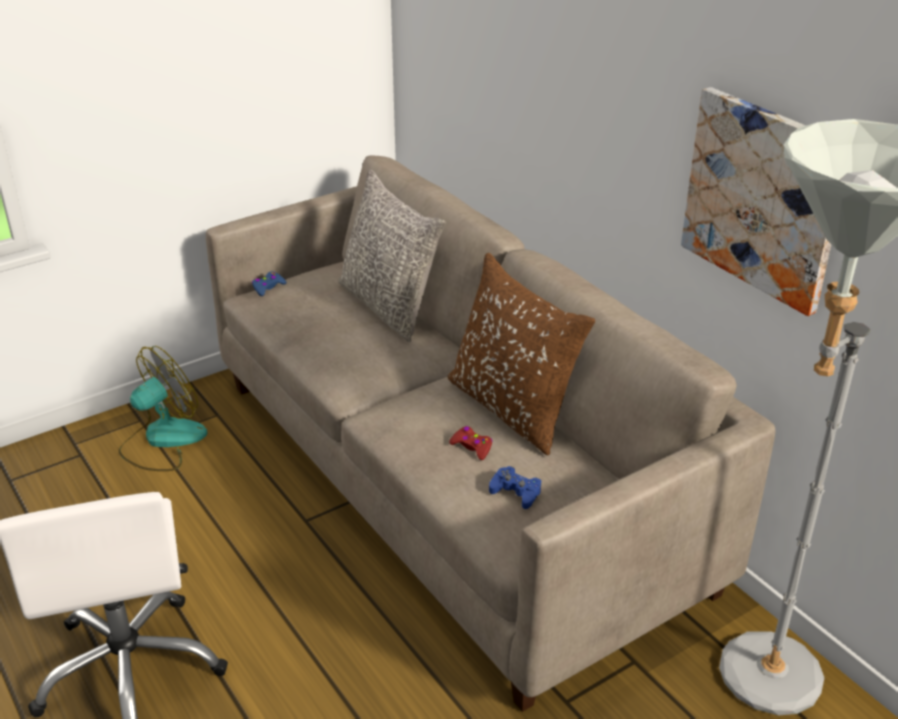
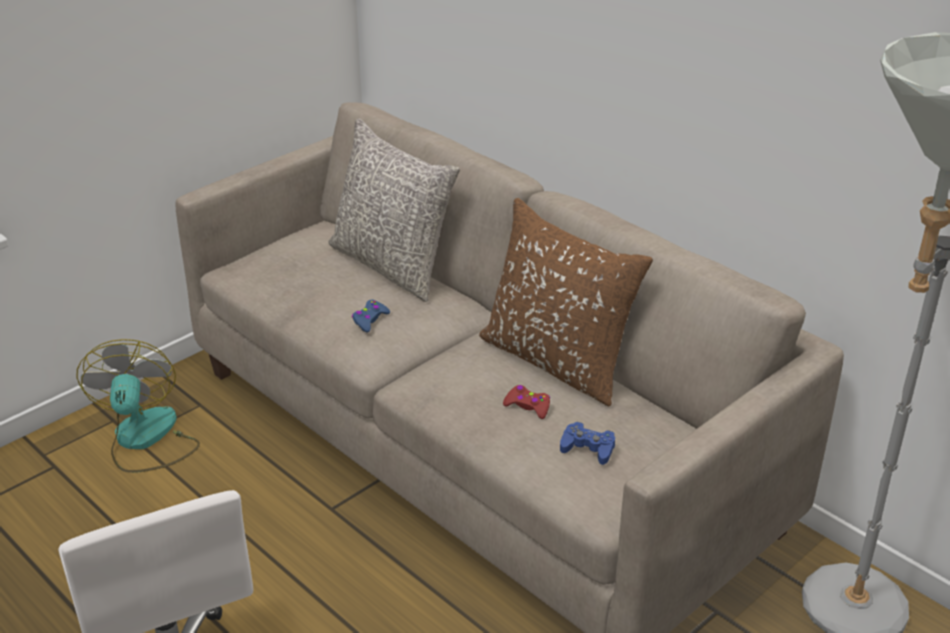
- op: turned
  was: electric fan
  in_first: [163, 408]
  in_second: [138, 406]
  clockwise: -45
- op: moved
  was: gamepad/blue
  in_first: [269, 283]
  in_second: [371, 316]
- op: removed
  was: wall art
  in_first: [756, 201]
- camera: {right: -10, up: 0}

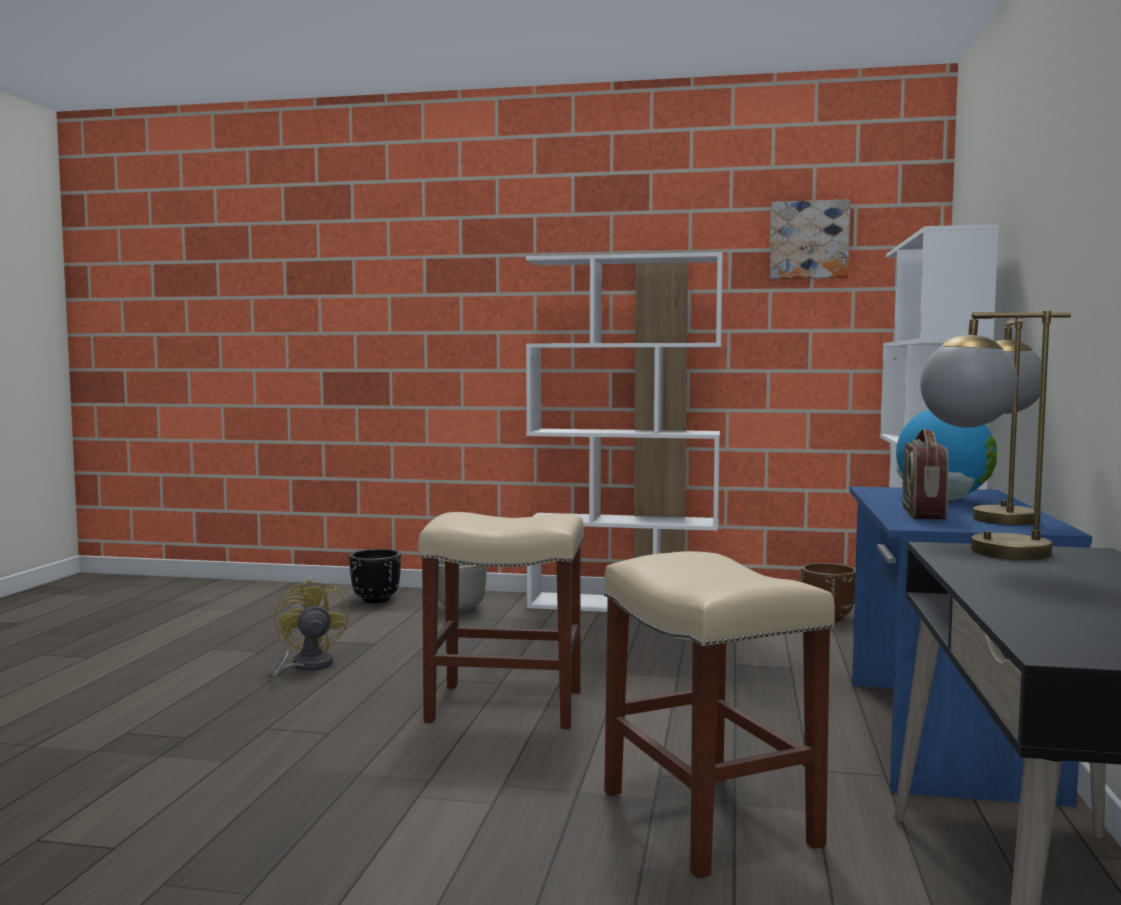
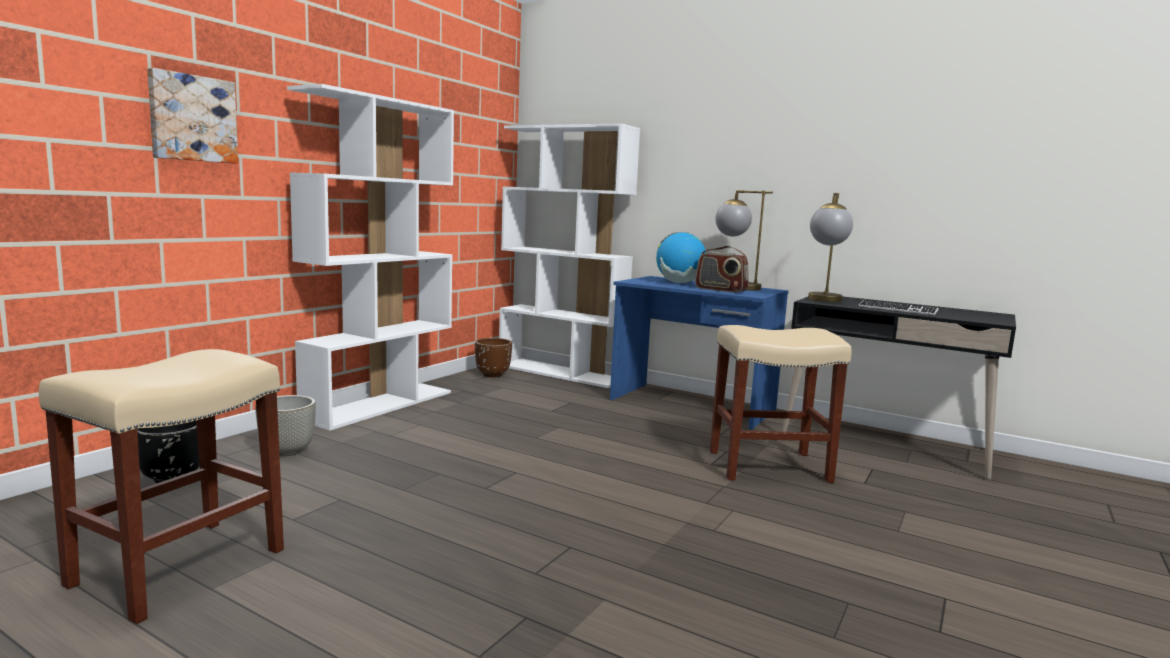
- op: removed
  was: electric fan/yellow-coloured
  in_first: [308, 632]
- op: moved
  was: stool seat/beige-coloured
  in_first: [501, 620]
  in_second: [161, 486]
- op: moved
  was: wall art
  in_first: [810, 239]
  in_second: [192, 116]
- op: added
  now: keyboard
  in_second: [899, 307]
- camera: {right: -70, up: 5}

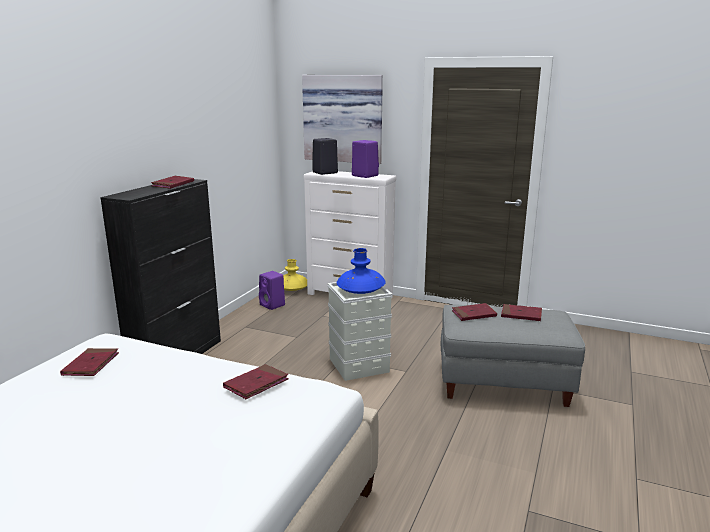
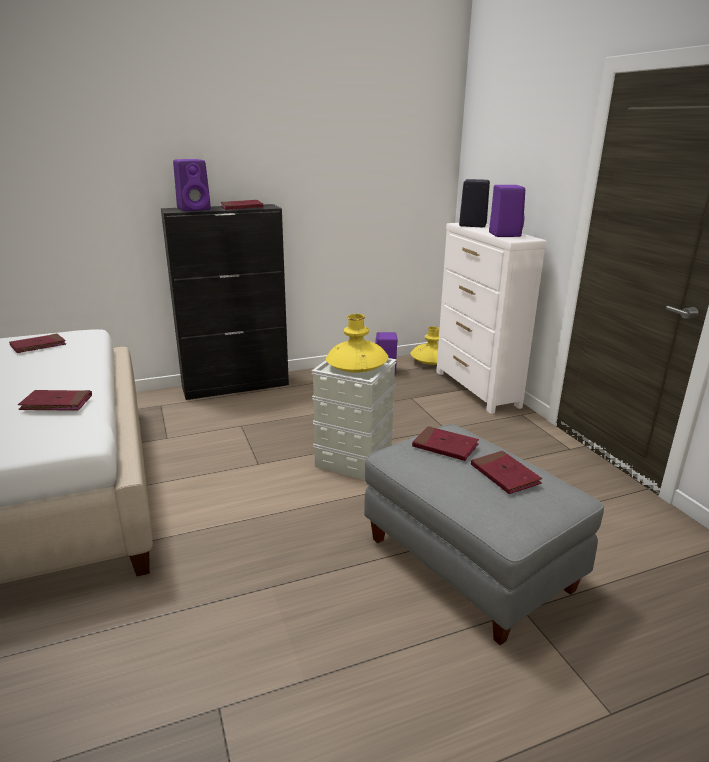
- op: removed
  was: wall art
  in_first: [342, 119]
- op: recoloured
  was: decorative vase/blue
  now: decorative vase/yellow-coloured
  in_first: [361, 271]
  in_second: [357, 343]
- op: added
  now: speaker/purple-coloured
  in_second: [192, 185]
- camera: {right: 45, up: 5}

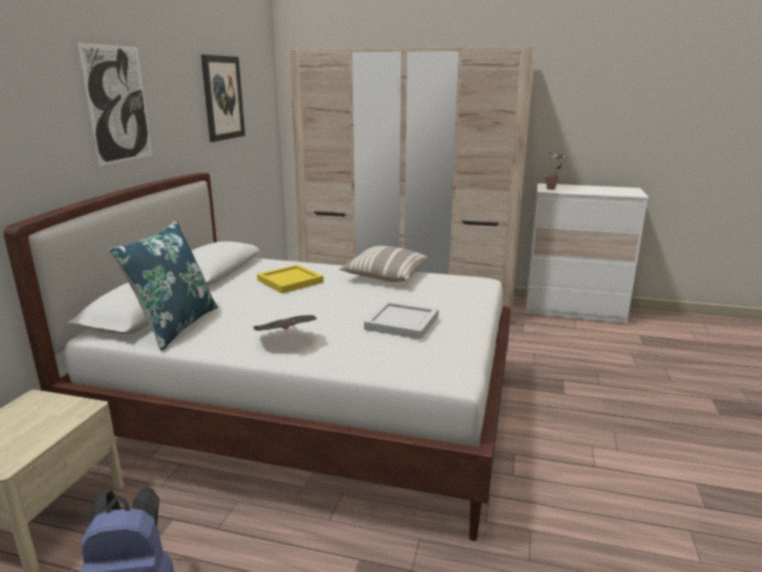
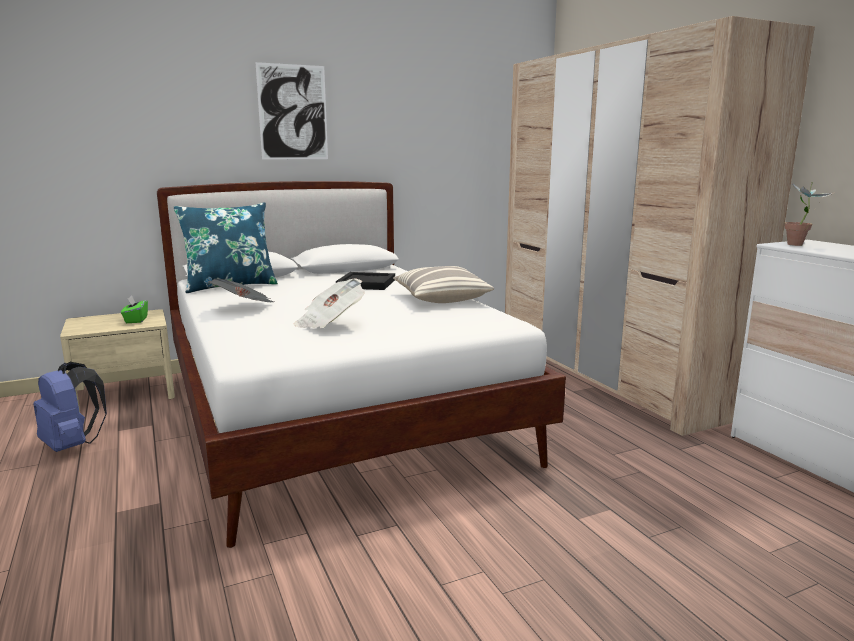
- op: removed
  was: wall art
  in_first: [223, 98]
- op: recoloured
  was: tray/yellow-coloured
  now: tray/black
  in_first: [290, 278]
  in_second: [365, 281]
- op: replaced
  was: tray/white-coloured
  now: newspaper
  in_first: [401, 320]
  in_second: [329, 303]
- op: added
  now: tissue holder/green
  in_second: [134, 309]
- camera: {right: 50, up: -5}

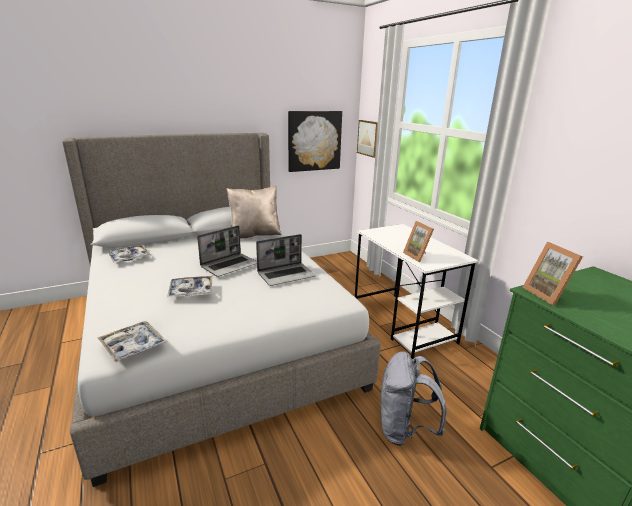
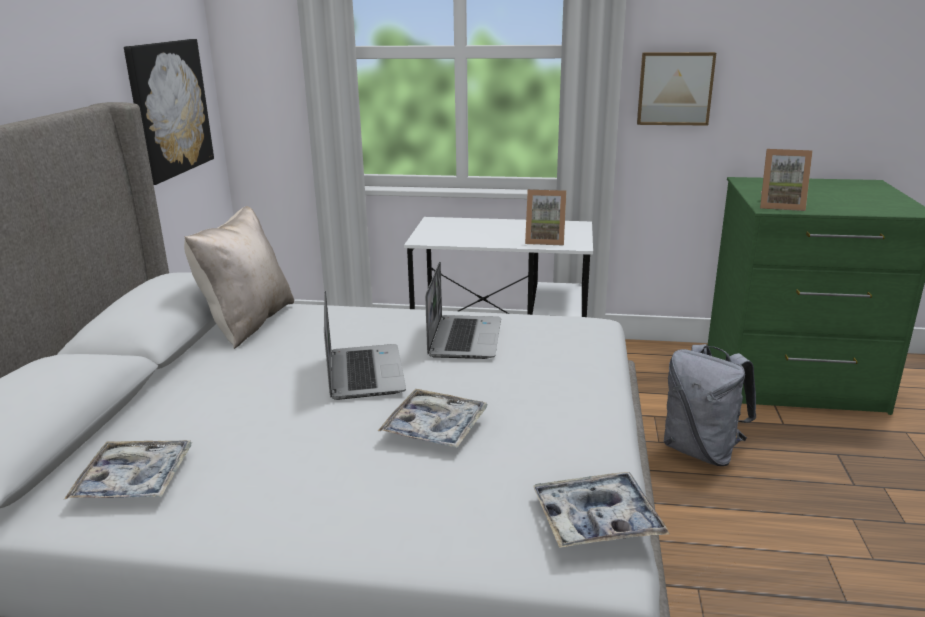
- op: moved
  was: wall art
  in_first: [367, 139]
  in_second: [676, 89]
- camera: {right: -55, up: 0}

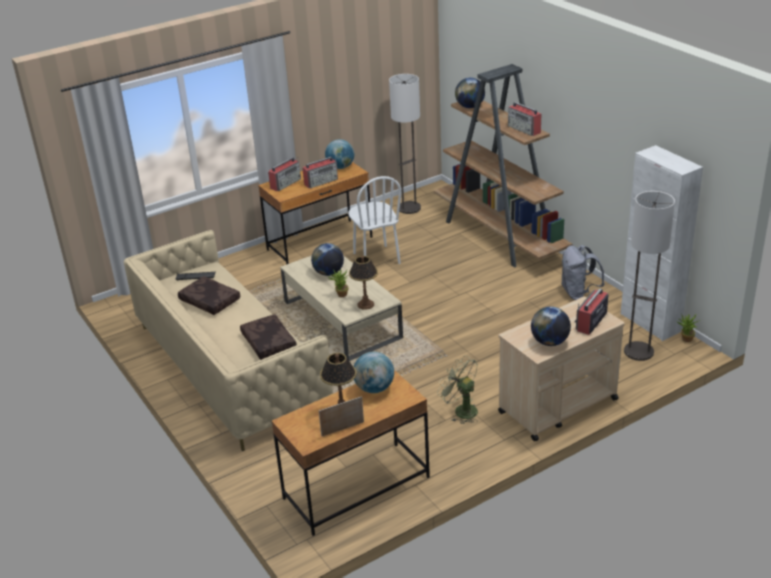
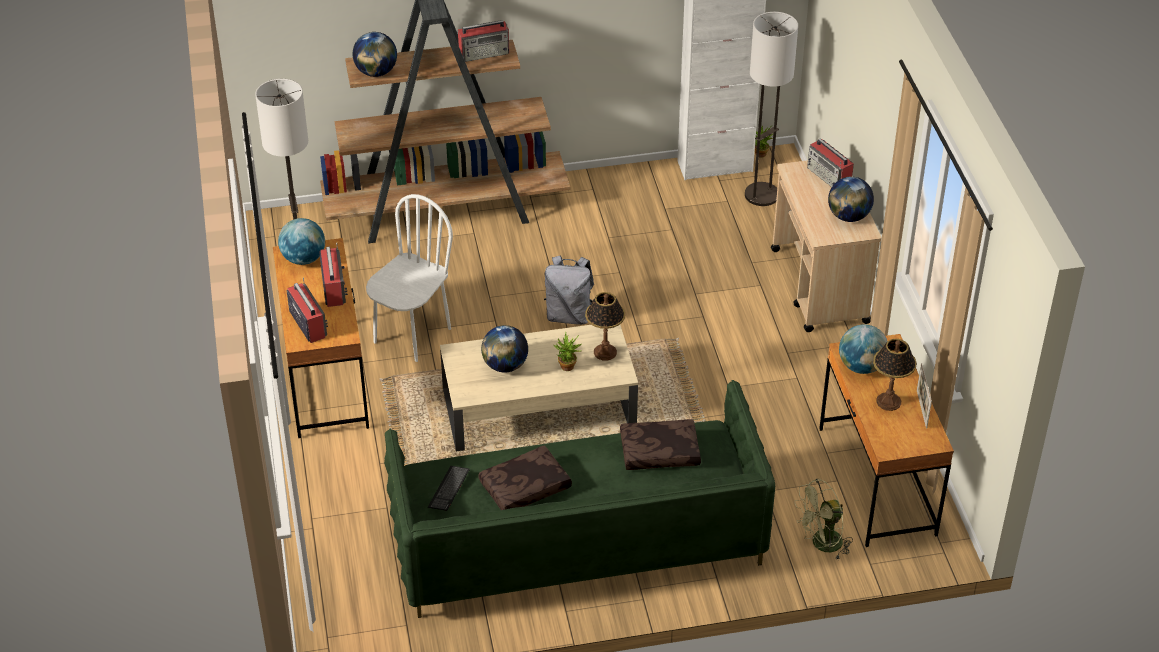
- op: recoloured
  was: sofa/beige-coloured
  now: sofa/green
  in_first: [228, 340]
  in_second: [579, 499]
- op: turned
  was: plain chair/white-coloured
  in_first: [375, 220]
  in_second: [409, 278]
  clockwise: -60
- op: moved
  was: electric fan/green
  in_first: [457, 389]
  in_second: [823, 519]
- op: moved
  was: rucksack/grey
  in_first: [583, 272]
  in_second: [569, 290]
- camera: {right: -70, up: 10}

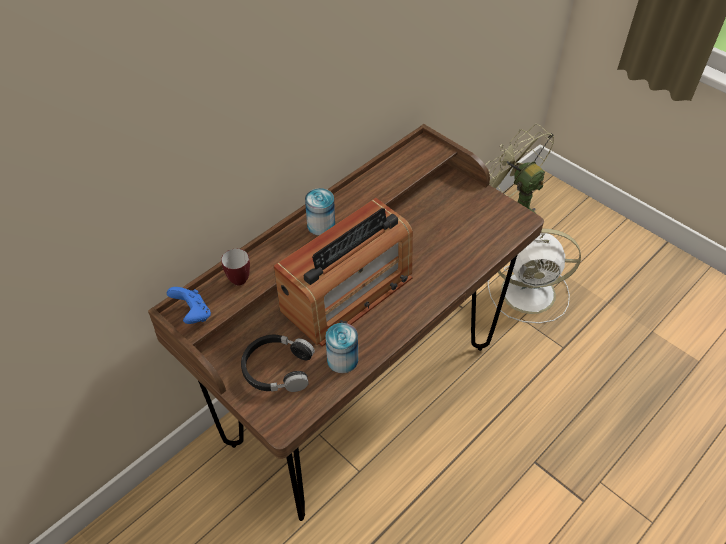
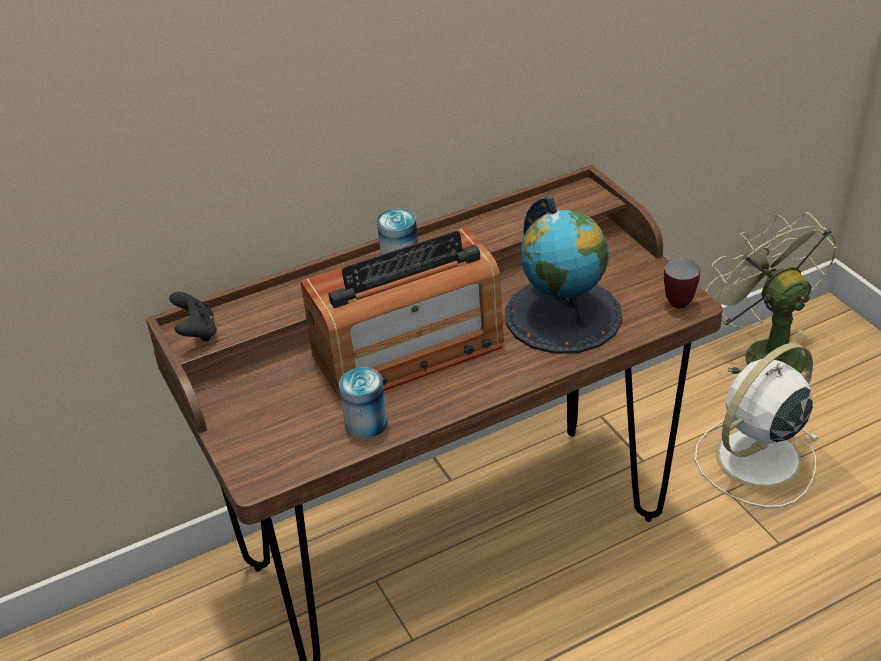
- op: recoloured
  was: gamepad/blue
  now: gamepad/black
  in_first: [189, 305]
  in_second: [193, 317]
- op: moved
  was: mug
  in_first: [235, 267]
  in_second: [682, 284]
- op: removed
  was: headset/black
  in_first: [278, 363]
- op: turned
  was: electric fan/white-coloured
  in_first: [534, 276]
  in_second: [757, 425]
  clockwise: 120
- op: added
  now: world globe
  in_second: [563, 275]
- camera: {right: 20, up: -10}

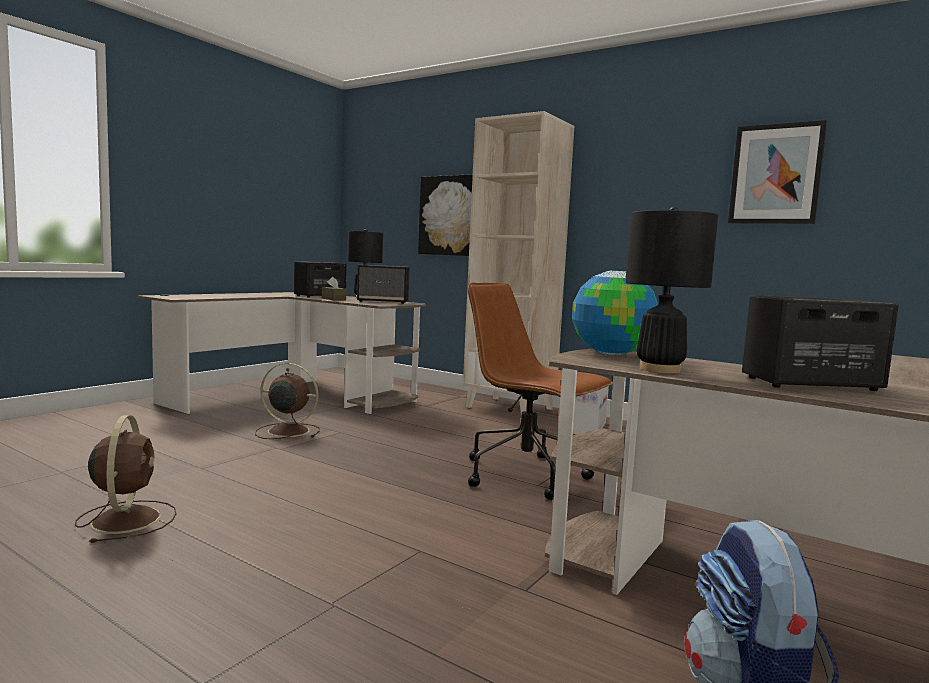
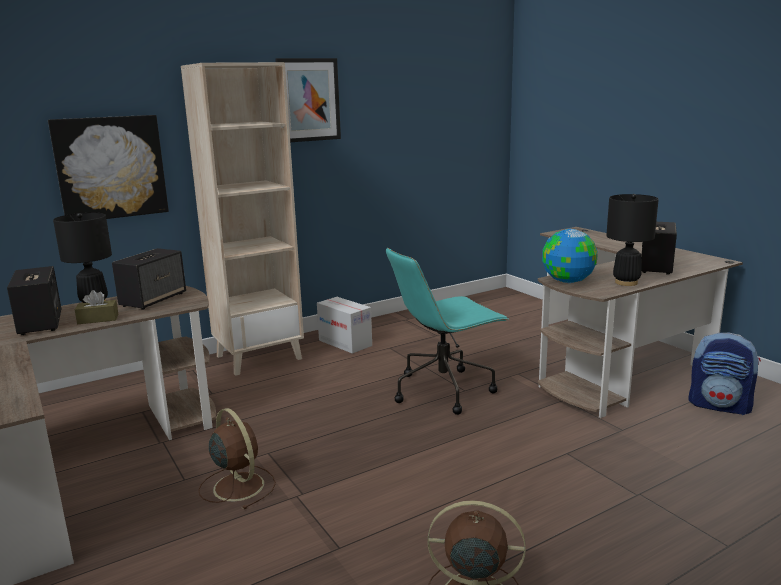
- op: turned
  was: electric fan/brownish
  in_first: [287, 401]
  in_second: [237, 458]
  clockwise: 105
- op: recoloured
  was: office chair/brownish
  now: office chair/blue-green
  in_first: [540, 391]
  in_second: [447, 331]
- op: moved
  was: wall art
  in_first: [777, 172]
  in_second: [308, 100]
- camera: {right: -65, up: 10}

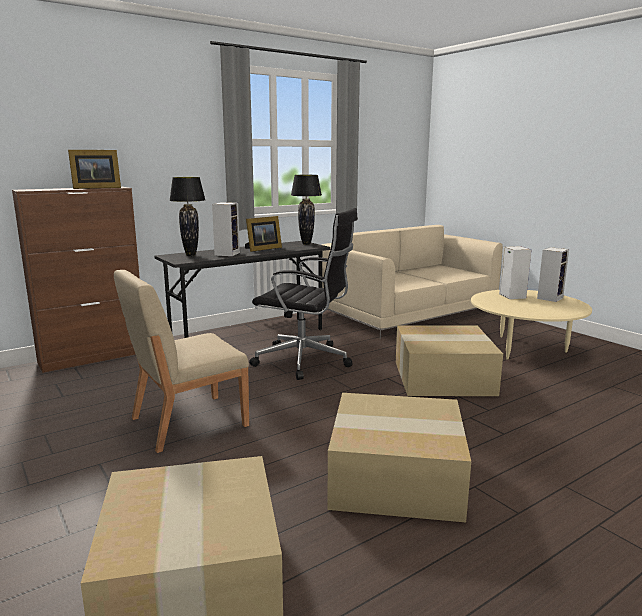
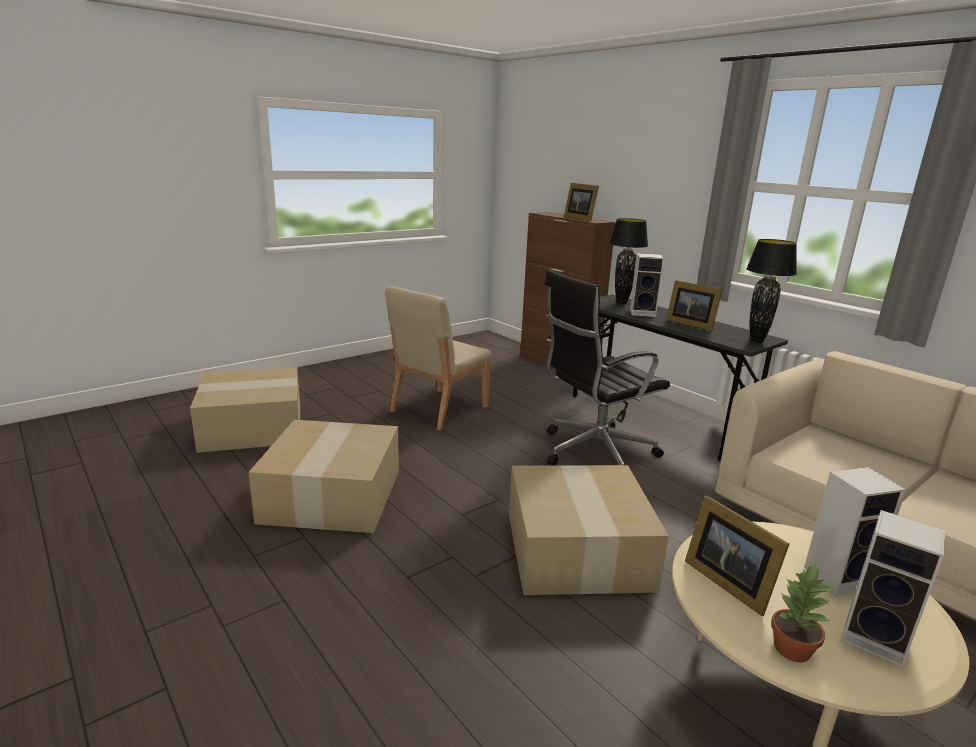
- op: turned
  was: plain chair/beige-coloured
  in_first: [181, 361]
  in_second: [438, 358]
  clockwise: -105
- op: turned
  was: office chair/black
  in_first: [303, 294]
  in_second: [607, 367]
  clockwise: 45
- op: added
  now: standing frame
  in_second: [737, 555]
- op: added
  now: houseplant
  in_second: [802, 612]
- camera: {right: 85, up: 5}

